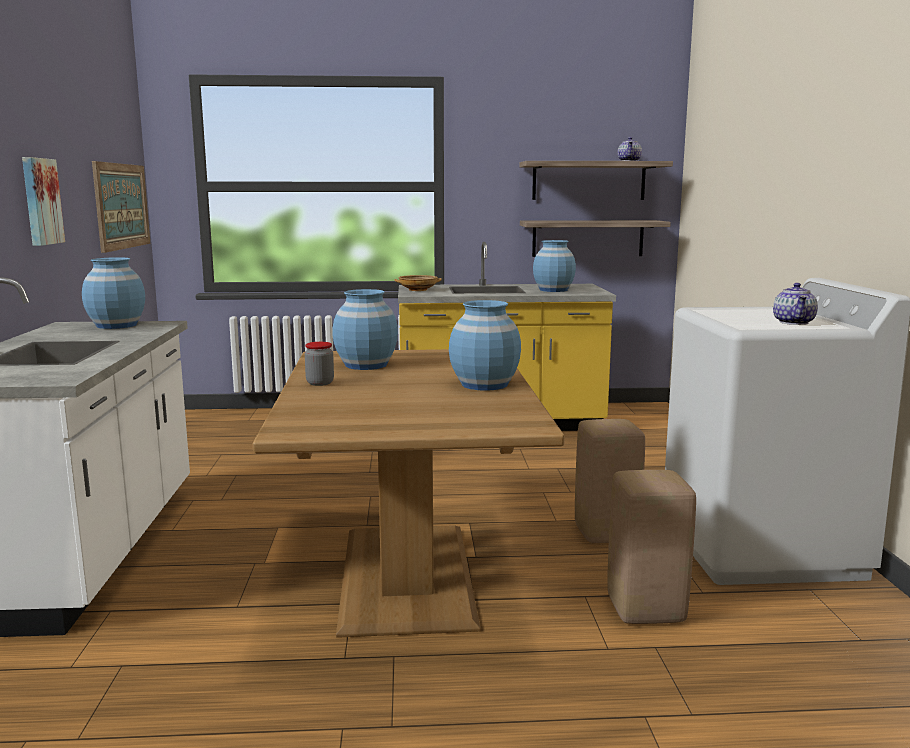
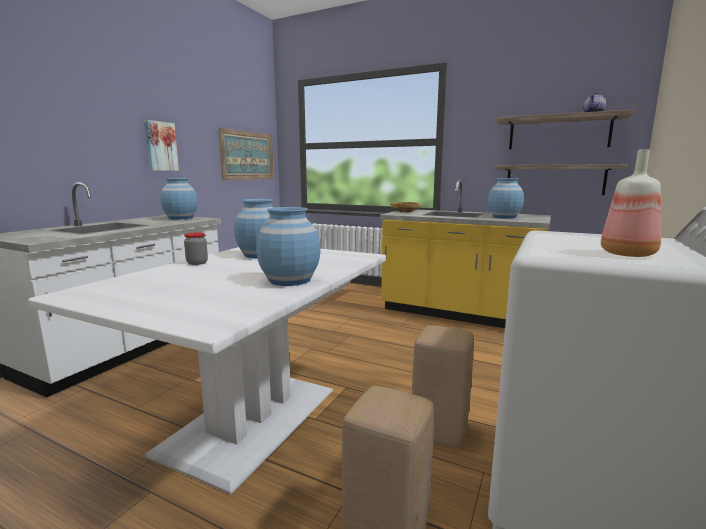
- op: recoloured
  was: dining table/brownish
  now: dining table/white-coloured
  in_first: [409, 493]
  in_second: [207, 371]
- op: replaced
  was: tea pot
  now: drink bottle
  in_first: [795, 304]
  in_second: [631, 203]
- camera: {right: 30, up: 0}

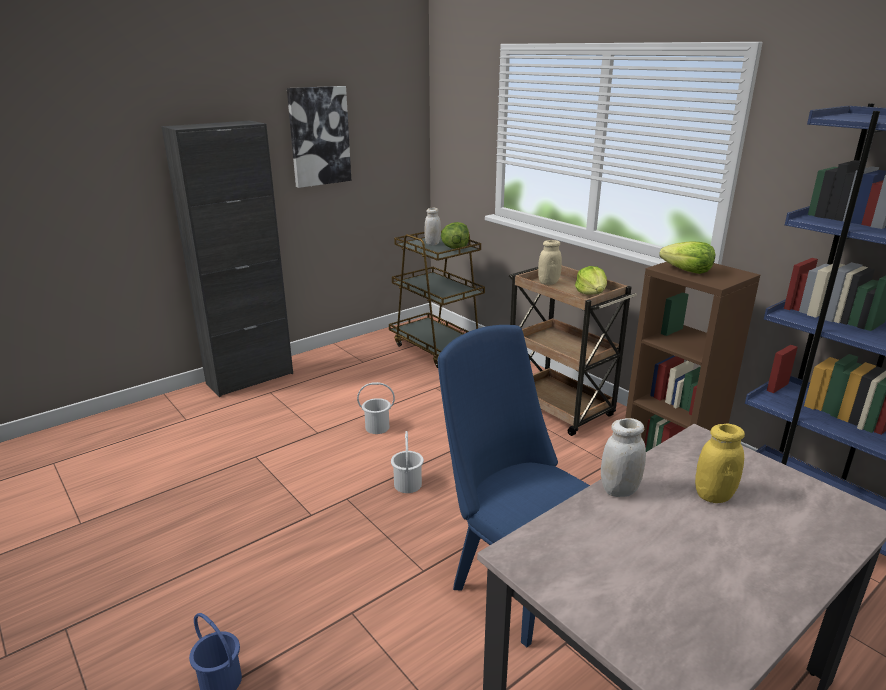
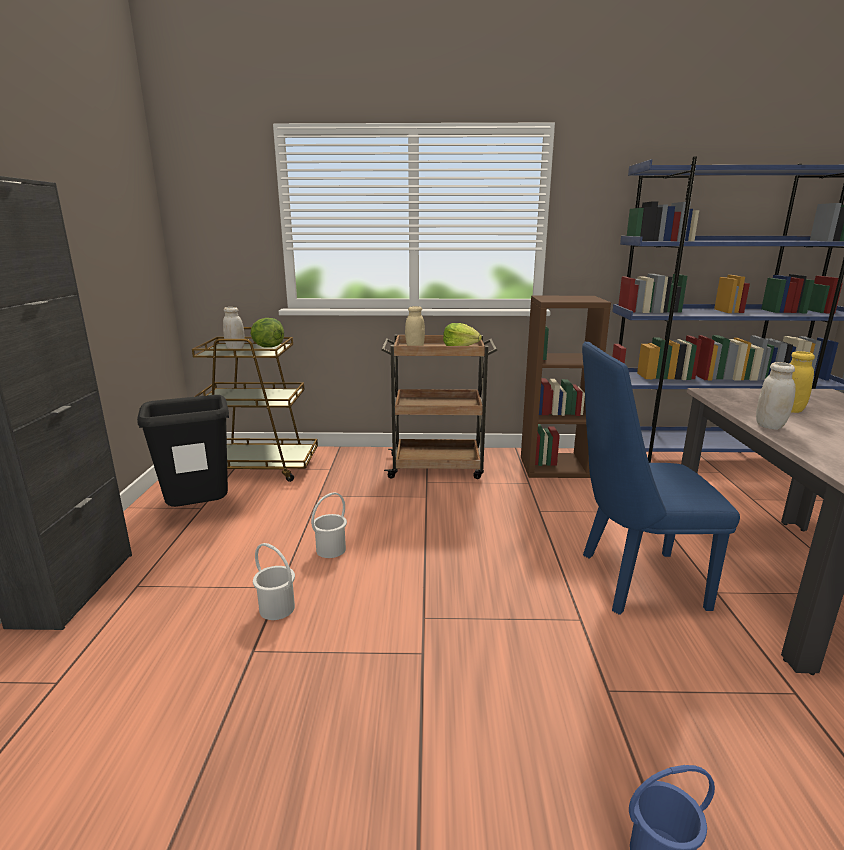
- op: removed
  was: wall art
  in_first: [319, 137]
- op: moved
  was: pail/white-coloured
  in_first: [407, 462]
  in_second: [274, 581]
- op: removed
  was: head of lettuce
  in_first: [687, 257]
- op: added
  now: waste bin/black
  in_second: [183, 451]
- camera: {right: -50, up: -5}

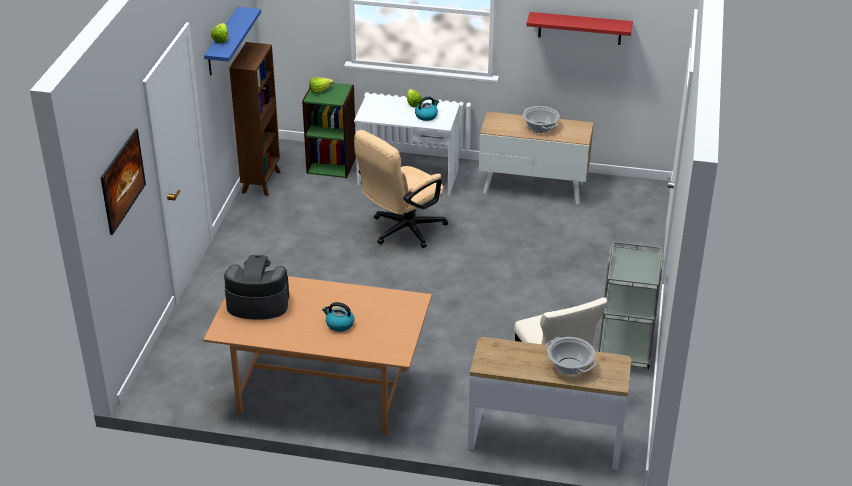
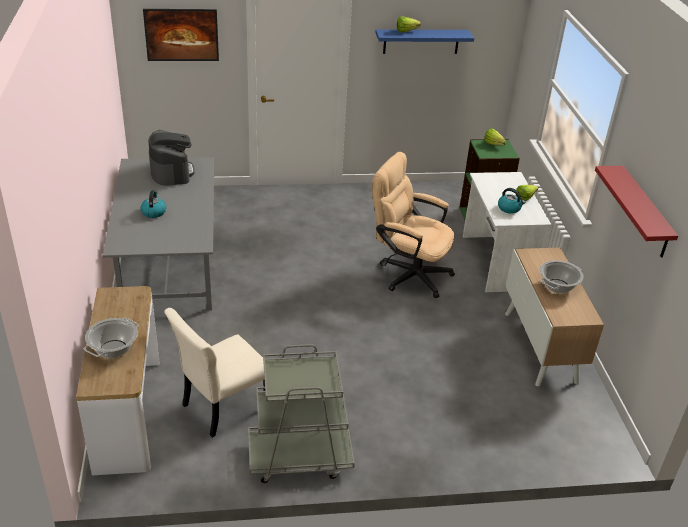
- op: recoloured
  was: dining table/brownish
  now: dining table/grey
  in_first: [317, 355]
  in_second: [158, 234]
- op: removed
  was: shelving unit/brownish
  in_first: [255, 119]
- camera: {right: 70, up: 0}

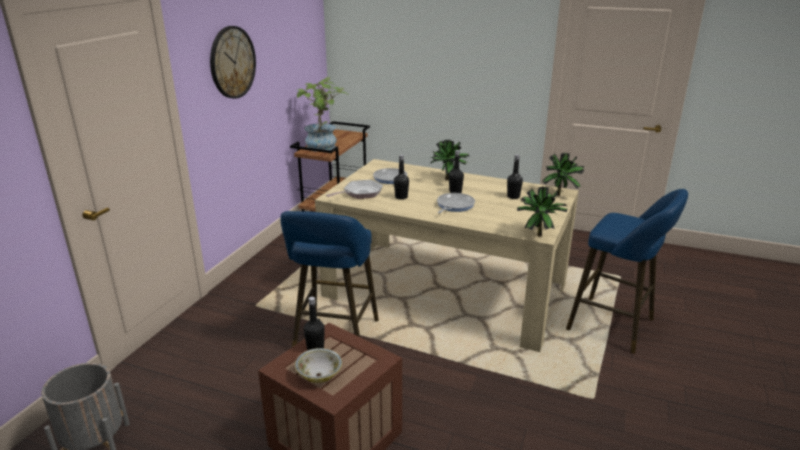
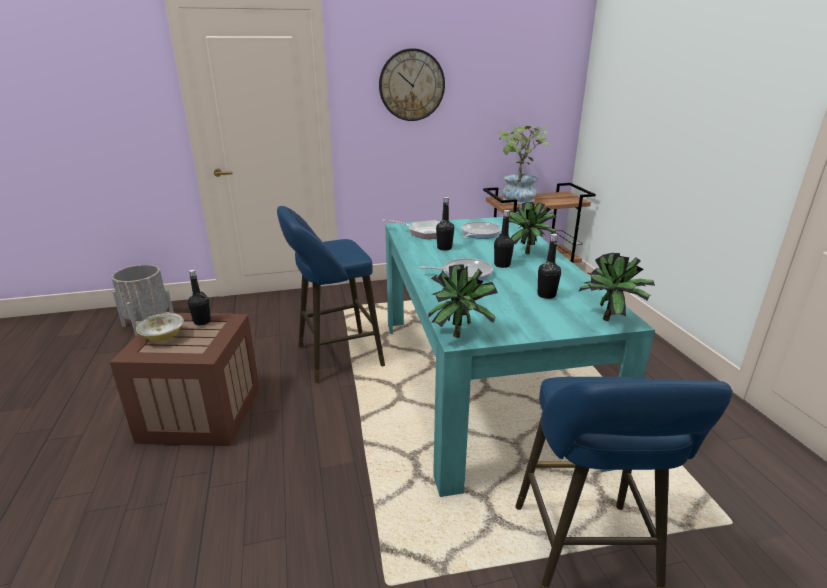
- op: recoloured
  was: dining table/beige-coloured
  now: dining table/blue-green
  in_first: [447, 255]
  in_second: [520, 357]
- camera: {right: 55, up: 0}

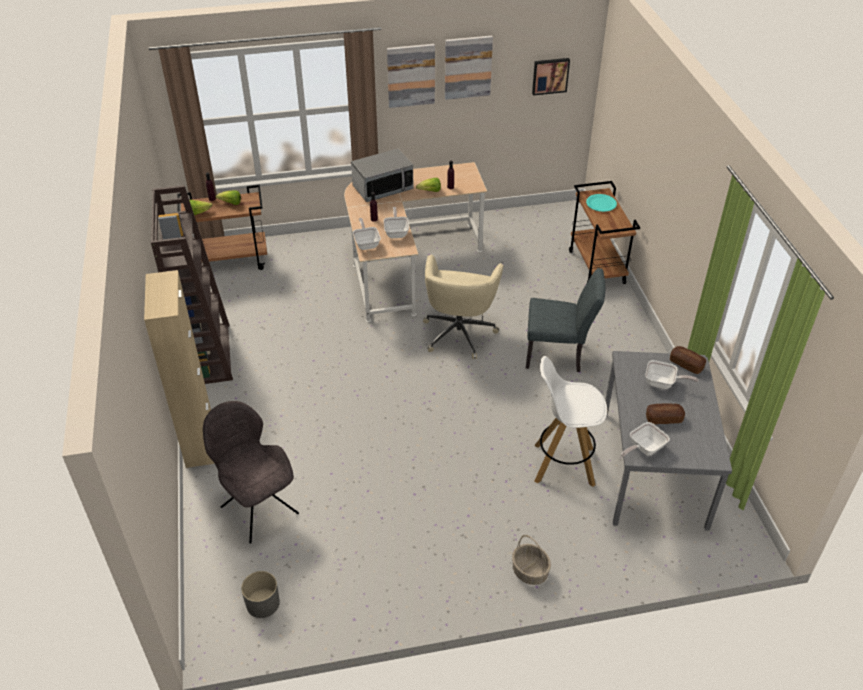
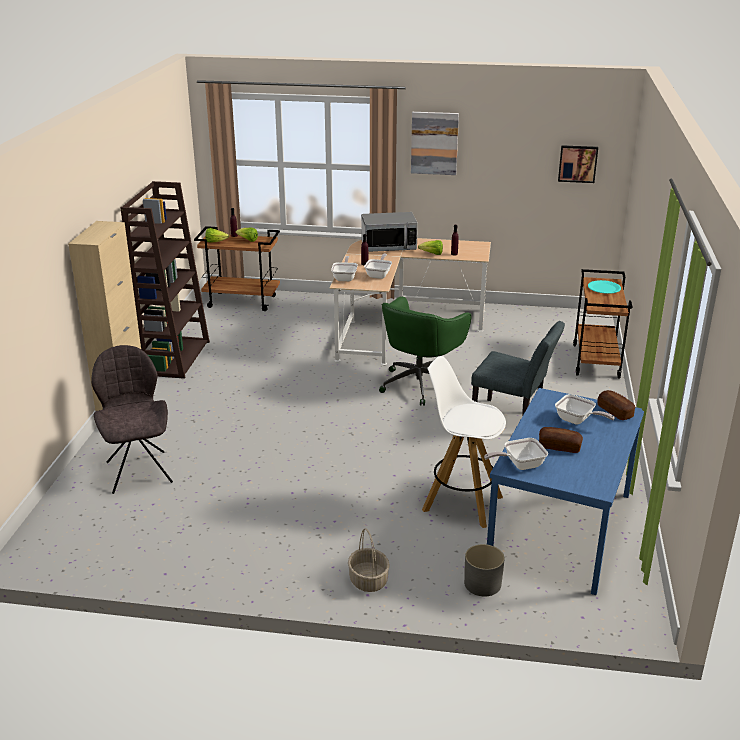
- op: moved
  was: flower pot/grey
  in_first: [260, 594]
  in_second: [484, 570]
- op: recoloured
  was: office chair/beige-coloured
  now: office chair/green
  in_first: [463, 307]
  in_second: [425, 351]
- op: removed
  was: wall art
  in_first: [469, 68]
- op: recoloured
  was: dining table/grey
  now: dining table/blue
  in_first: [668, 441]
  in_second: [565, 491]
- camera: {right: 20, up: -15}

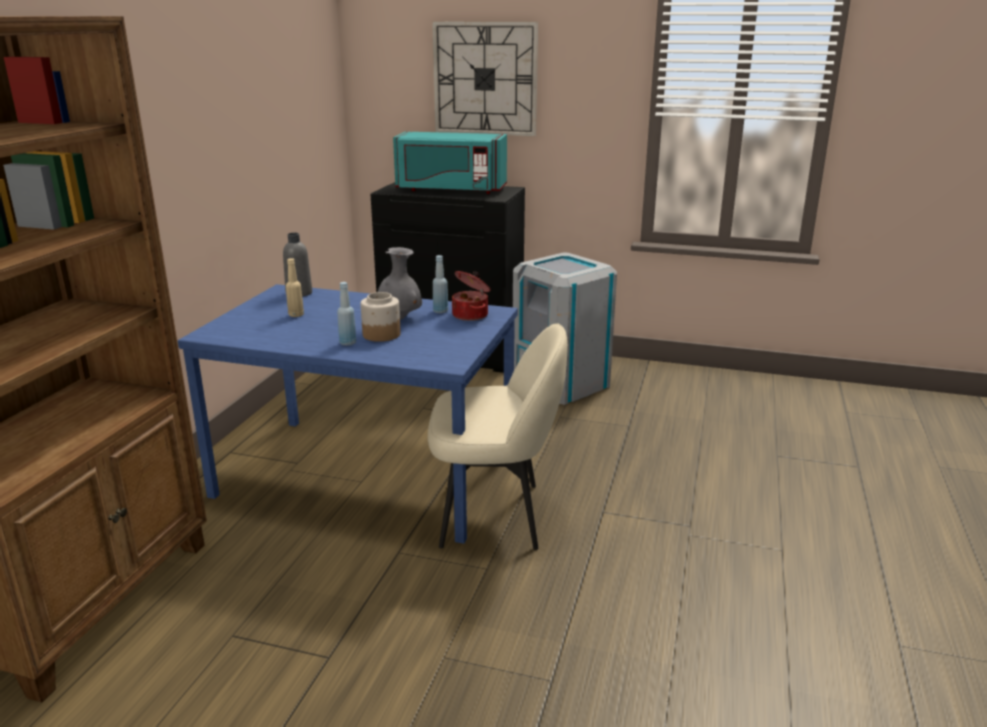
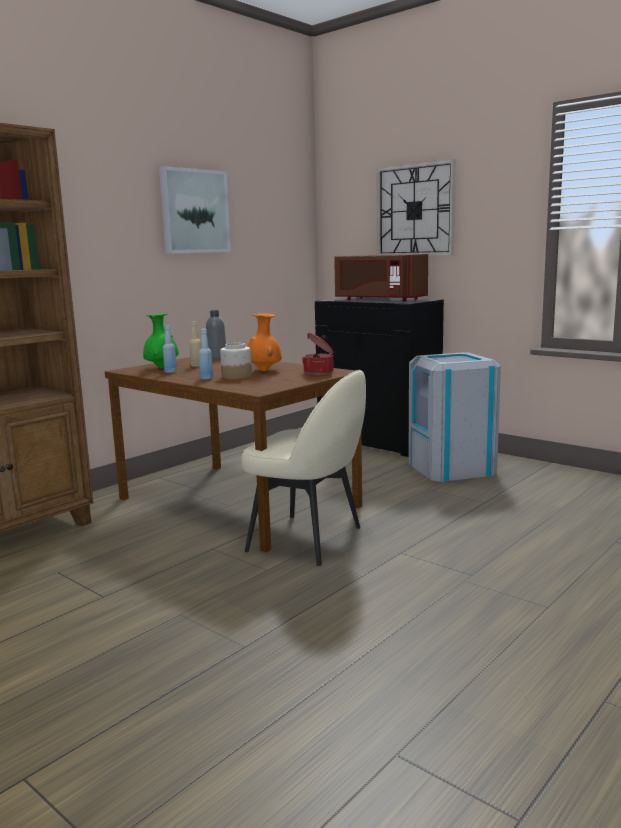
- op: recoloured
  was: dining table/blue
  now: dining table/brownish
  in_first: [348, 414]
  in_second: [234, 454]
- op: recoloured
  was: decorative vase/grey
  now: decorative vase/orange
  in_first: [400, 283]
  in_second: [264, 342]
- op: recoloured
  was: microwave/blue-green
  now: microwave/brownish
  in_first: [450, 163]
  in_second: [381, 277]
- op: moved
  was: drink bottle/blue
  in_first: [440, 284]
  in_second: [170, 349]
- op: added
  now: decorative vase/green
  in_second: [161, 340]
- op: added
  now: wall art
  in_second: [195, 210]
- camera: {right: 25, up: -10}

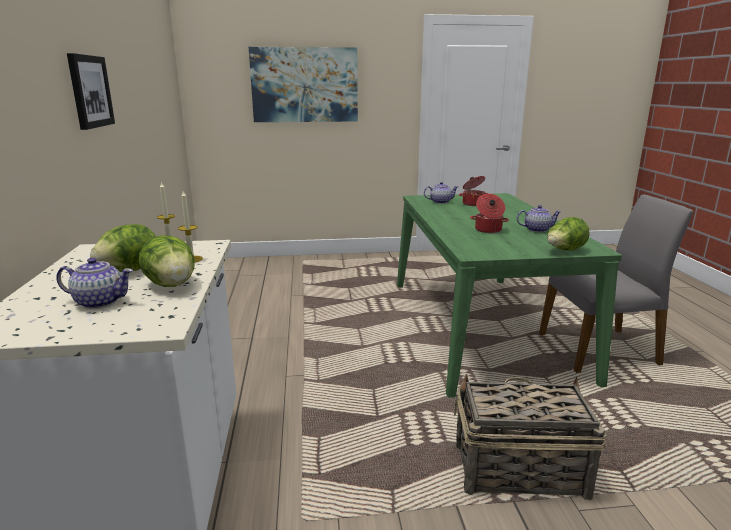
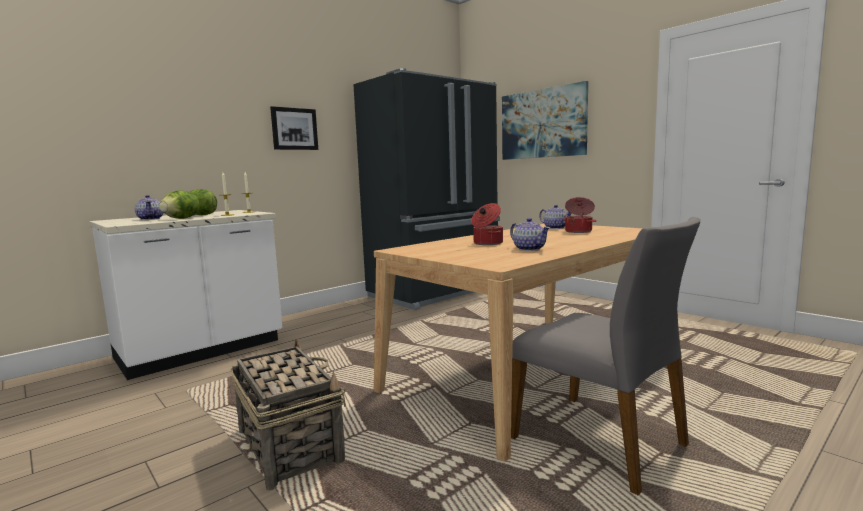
- op: recoloured
  was: dining table/green
  now: dining table/beige-coloured
  in_first: [509, 295]
  in_second: [508, 342]
- op: removed
  was: head of lettuce
  in_first: [568, 234]
- op: added
  now: fridge/black
  in_second: [426, 189]
- camera: {right: 55, up: -10}

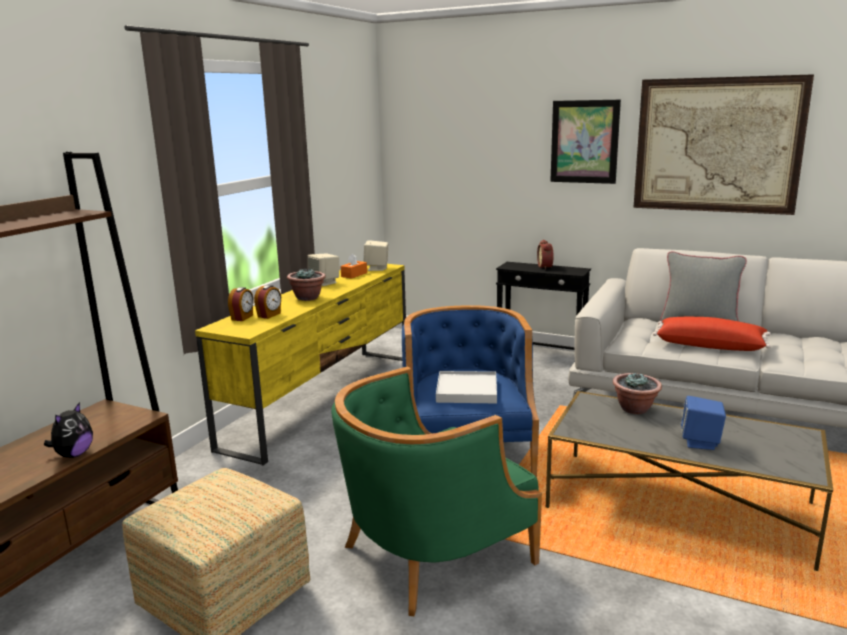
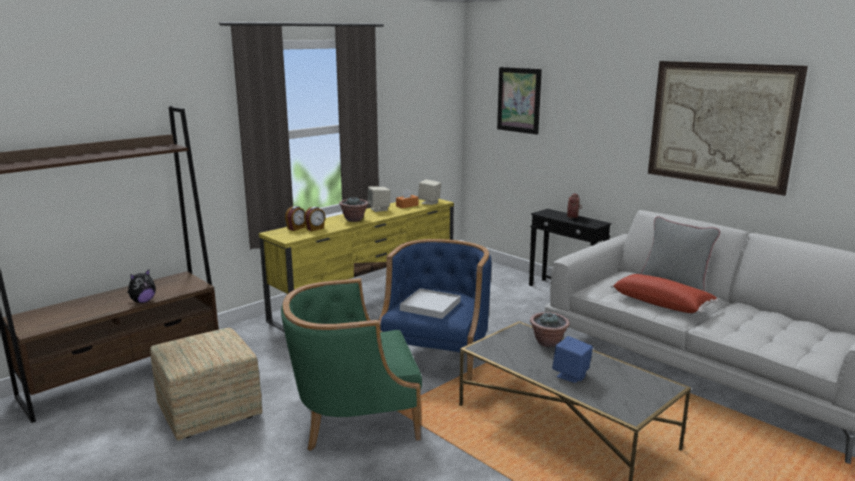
- op: moved
  was: wall art
  in_first: [585, 142]
  in_second: [519, 101]
- camera: {right: 20, up: 0}

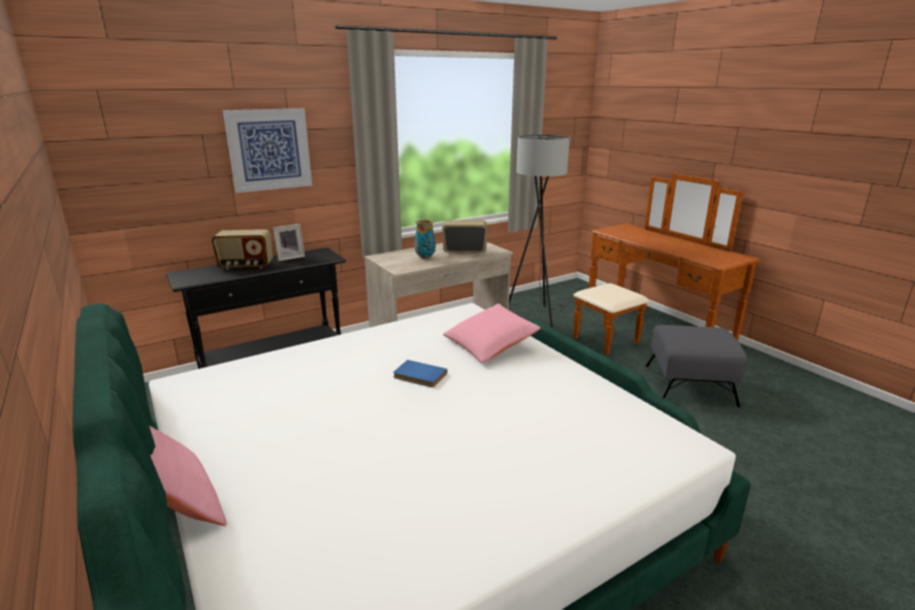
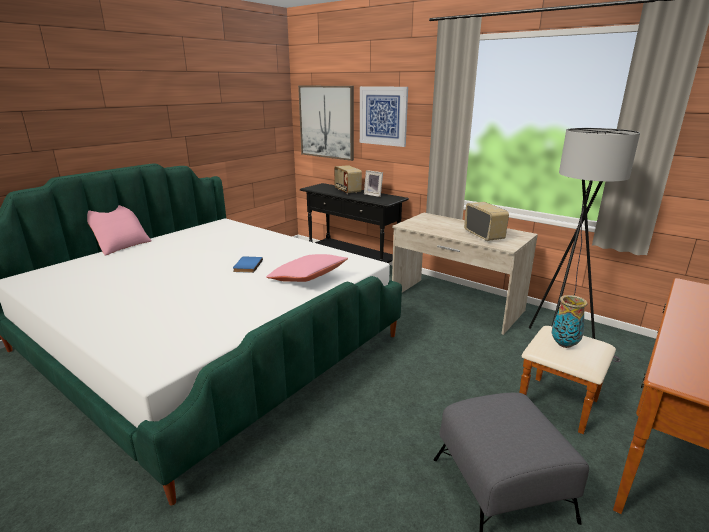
- op: moved
  was: decorative vase
  in_first: [425, 239]
  in_second: [569, 321]
- op: added
  now: wall art
  in_second: [326, 123]
- camera: {right: 70, up: 0}

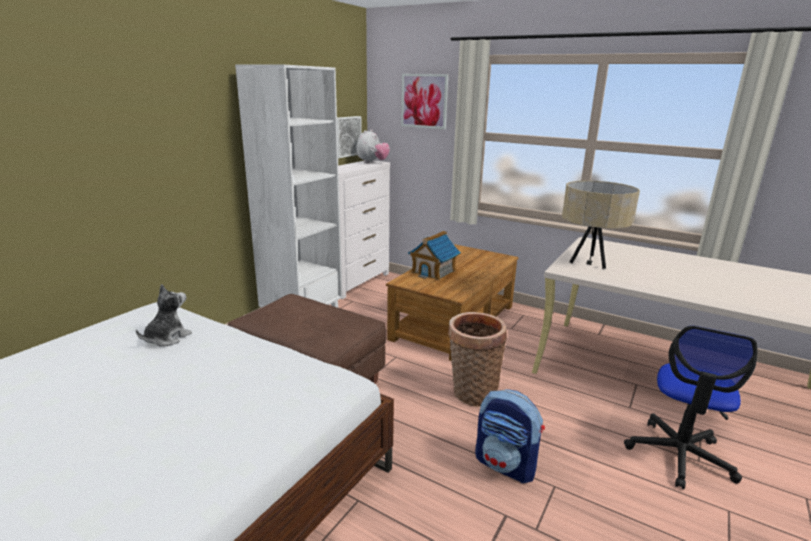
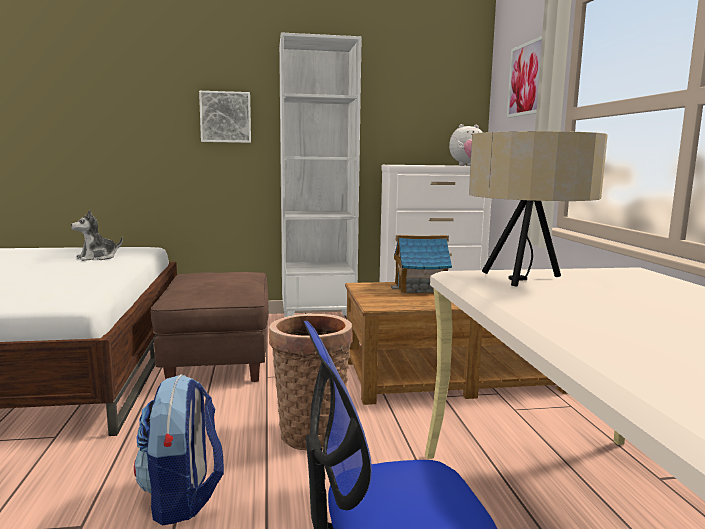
- op: turned
  was: cuddly toy
  in_first: [164, 315]
  in_second: [97, 235]
  clockwise: 150
- op: moved
  was: wall art
  in_first: [349, 137]
  in_second: [225, 117]
- camera: {right: 50, up: -10}

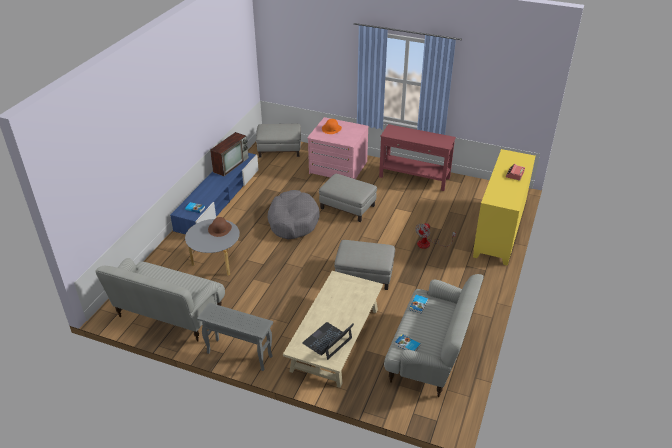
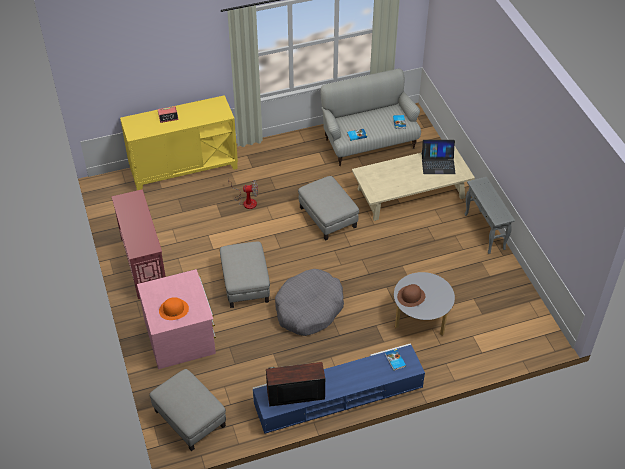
- op: removed
  was: sofa
  in_first: [160, 300]
- camera: {right: -130, up: 10}

